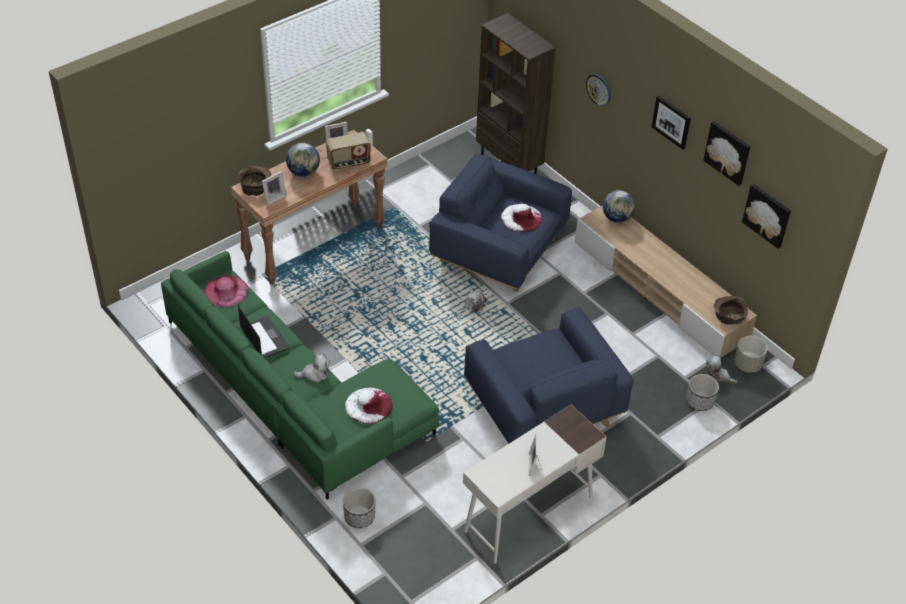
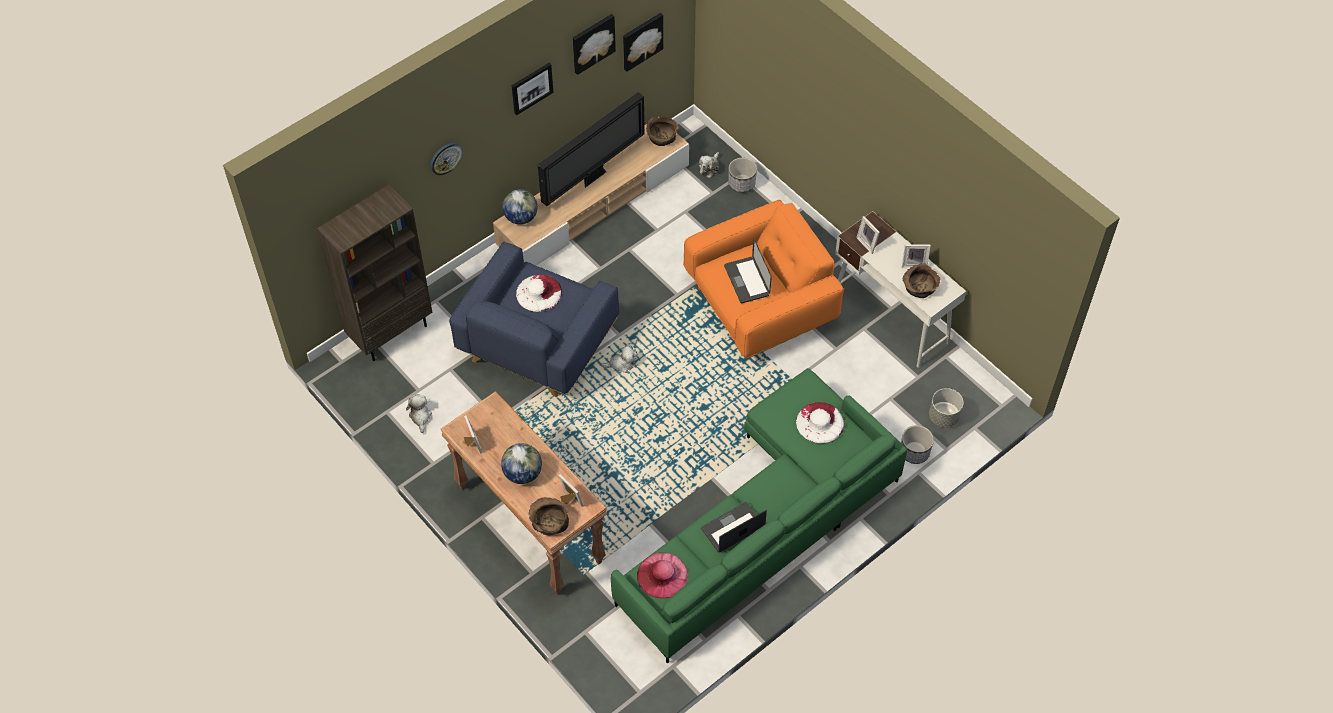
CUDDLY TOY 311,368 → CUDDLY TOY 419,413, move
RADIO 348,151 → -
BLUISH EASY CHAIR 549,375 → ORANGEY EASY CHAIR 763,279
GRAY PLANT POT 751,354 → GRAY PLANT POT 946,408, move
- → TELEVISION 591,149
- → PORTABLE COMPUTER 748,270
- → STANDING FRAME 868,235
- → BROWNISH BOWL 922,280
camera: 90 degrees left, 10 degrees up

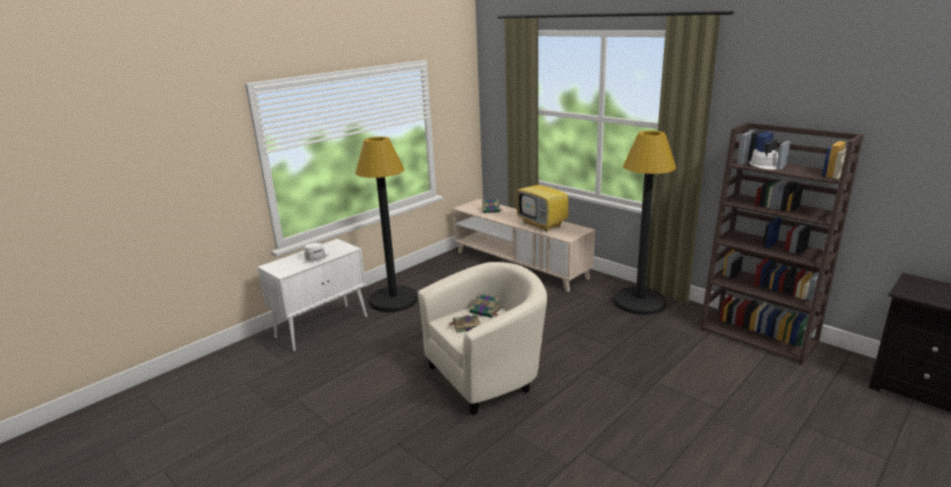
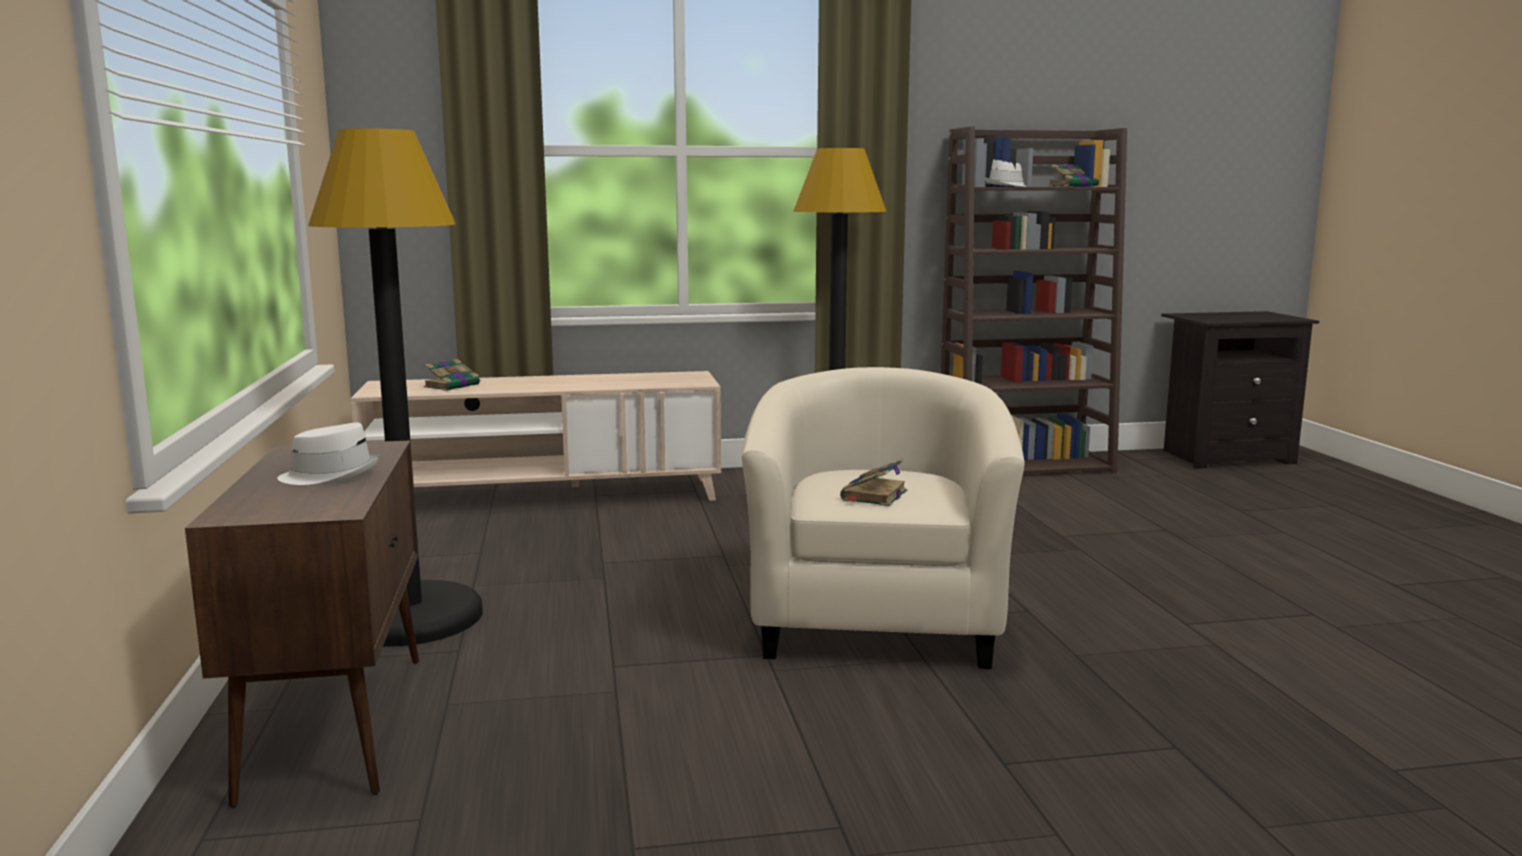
WHITISH CABINET 312,295 → BROWNISH CABINET 302,624
BOUND BOOK 485,305 → BOUND BOOK 1073,176, move
TELEVISION 543,203 → -
camera: 55 degrees left, 10 degrees down

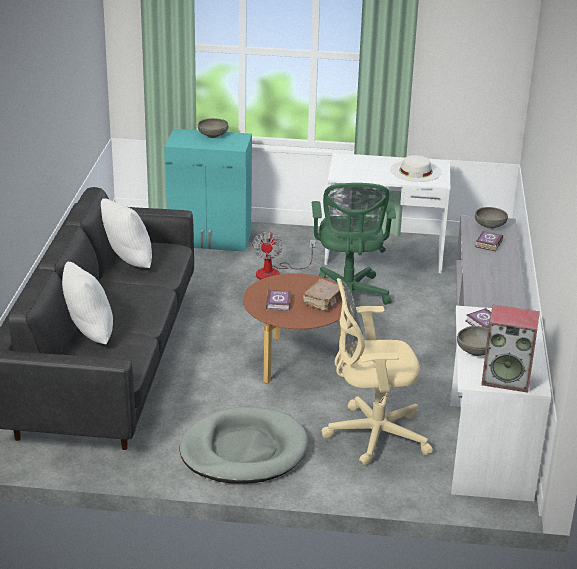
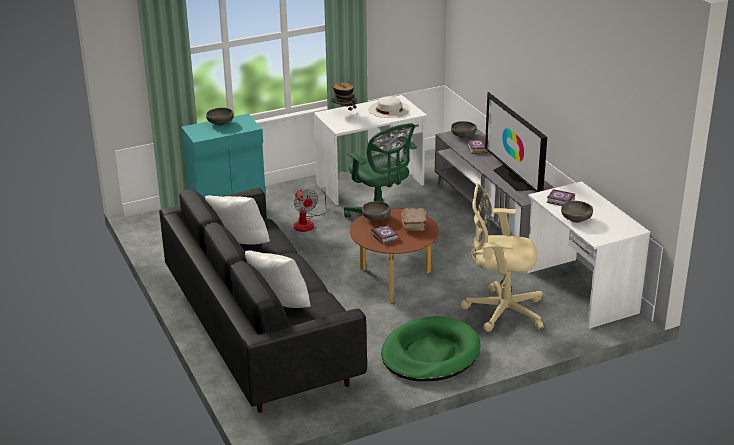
GRAY PET BED 244,445 → GREEN-COLOURED PET BED 431,348
BEIGE-COLOURED DESK CHAIR 377,372 → BEIGE-COLOURED DESK CHAIR 502,258, 45 degrees clockwise
LOUDSPEAKER 510,349 → -
- → CLOTHING HAT 344,95
- → GRAY BOWL 376,211
- → TELEVISION 516,142
camera: 30 degrees left, 0 degrees up

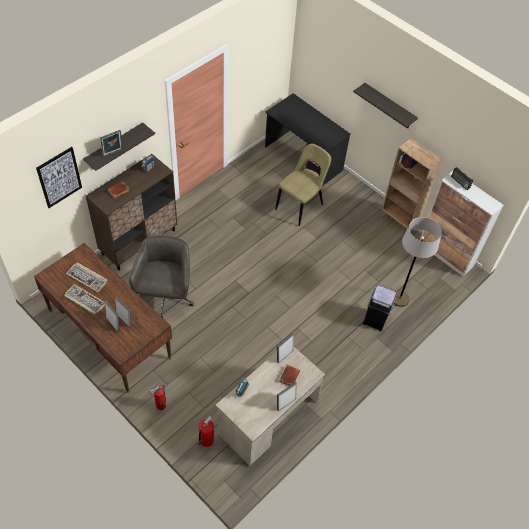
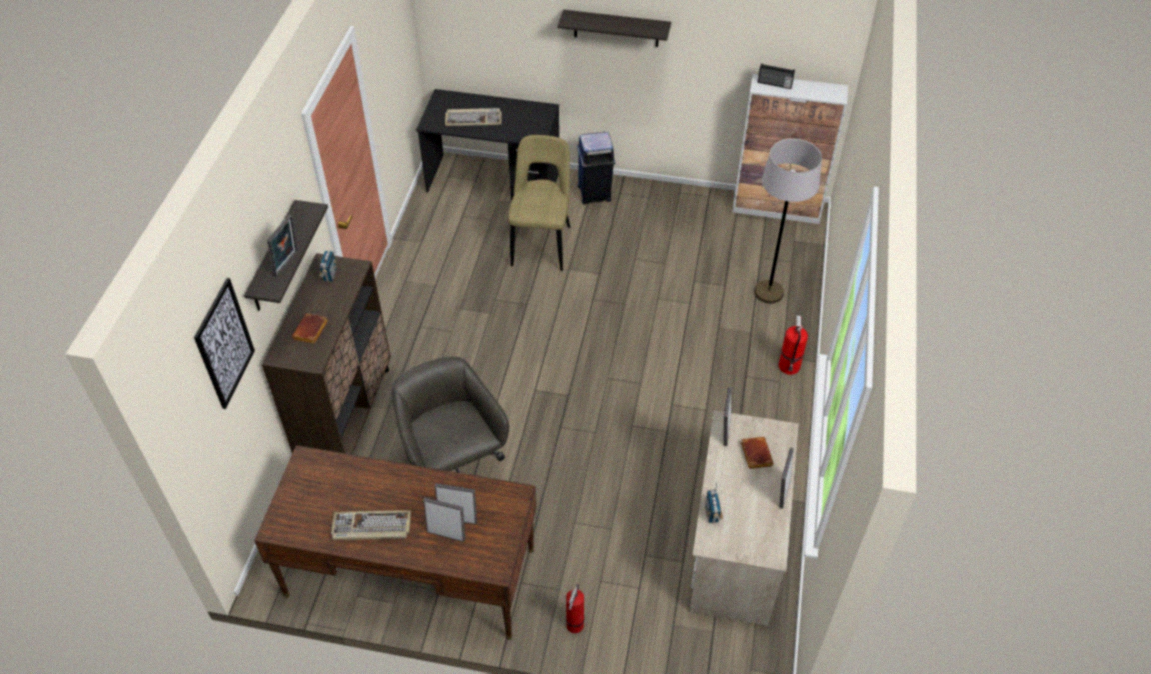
KEYBOARD 86,277 → KEYBOARD 473,117, move
EXTINGUISHER 206,431 → EXTINGUISHER 793,345, move
BLUISH WASTE BIN 379,307 → BLUISH WASTE BIN 596,168, move
BROWNISH BOOKCASE 411,186 → -
camera: 30 degrees left, 5 degrees down

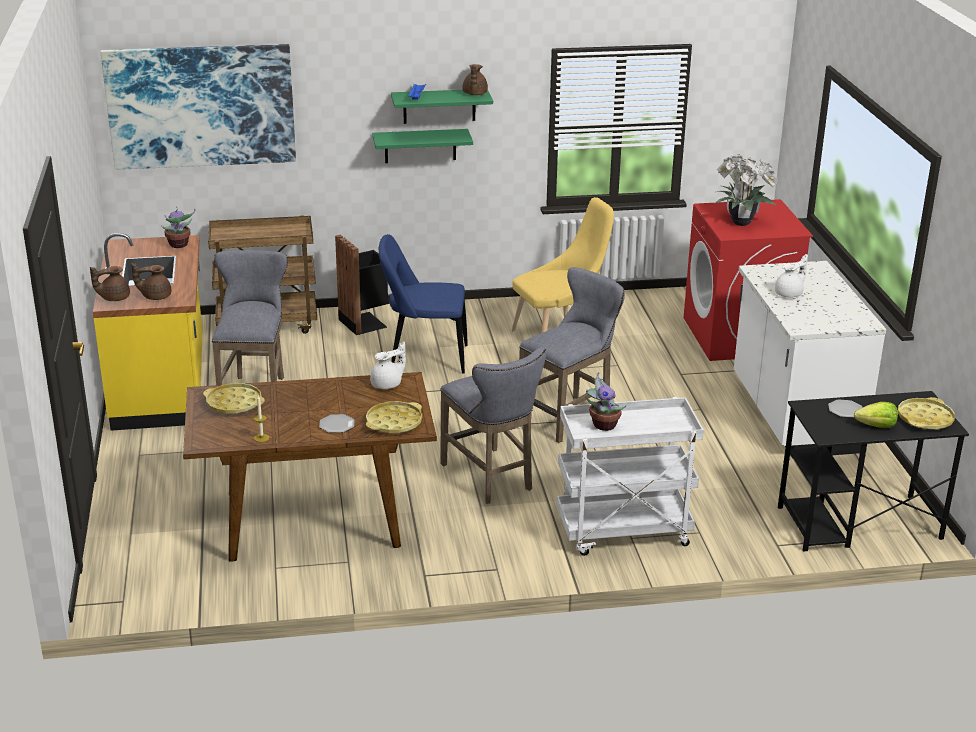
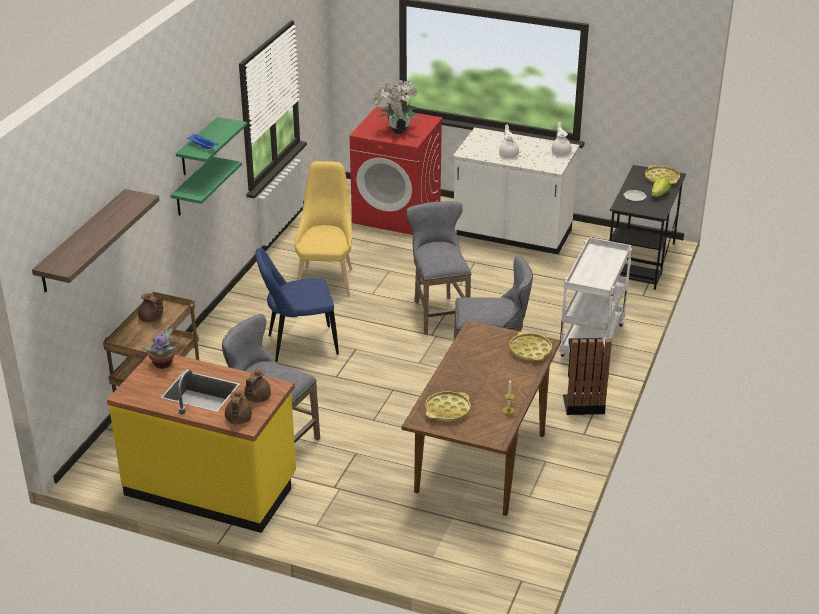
WALL PICTURE 198,107 → SHELF 96,241
FLAT DISH 337,423 → -
BLACKISH WASTE BIN 361,285 → BLACKISH WASTE BIN 587,376, move
WHITISH TEA POT 388,365 → WHITISH TEA POT 561,139, move
BLUISH UPRIGHT CHAIR 423,304 → BLUISH UPRIGHT CHAIR 297,305, 45 degrees clockwise
BROWNISH TEA POT 475,79 → BROWNISH TEA POT 150,307, move
PLANT IN A POT 606,401 → -
camera: 60 degrees left, 5 degrees up

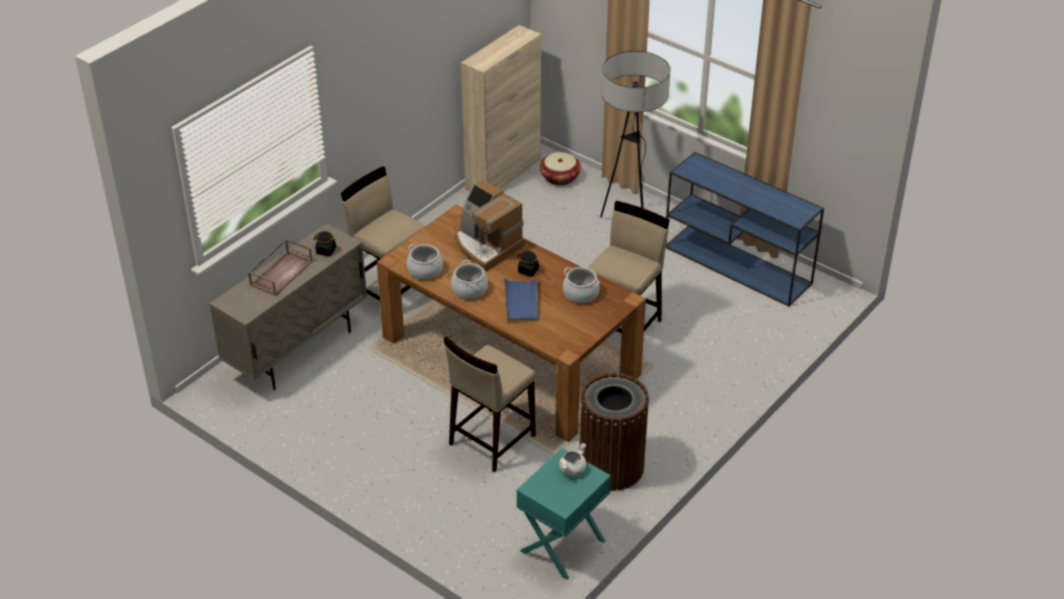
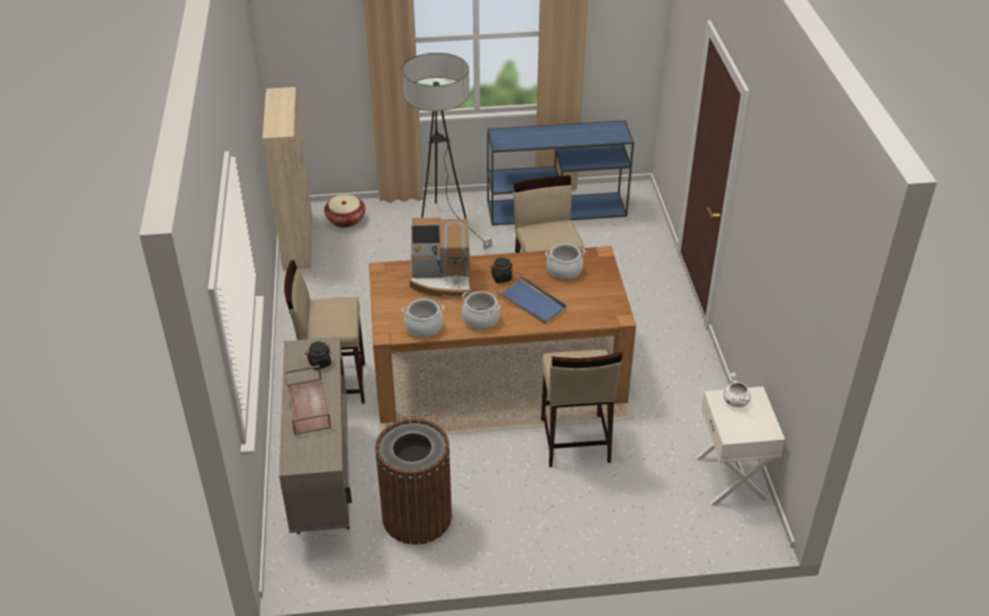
TURQUOISE BEDSIDE TABLE 564,514 → WHITISH BEDSIDE TABLE 740,446
BROWNISH WASTE BIN 614,432 → BROWNISH WASTE BIN 413,481, move
camera: 45 degrees left, 0 degrees up

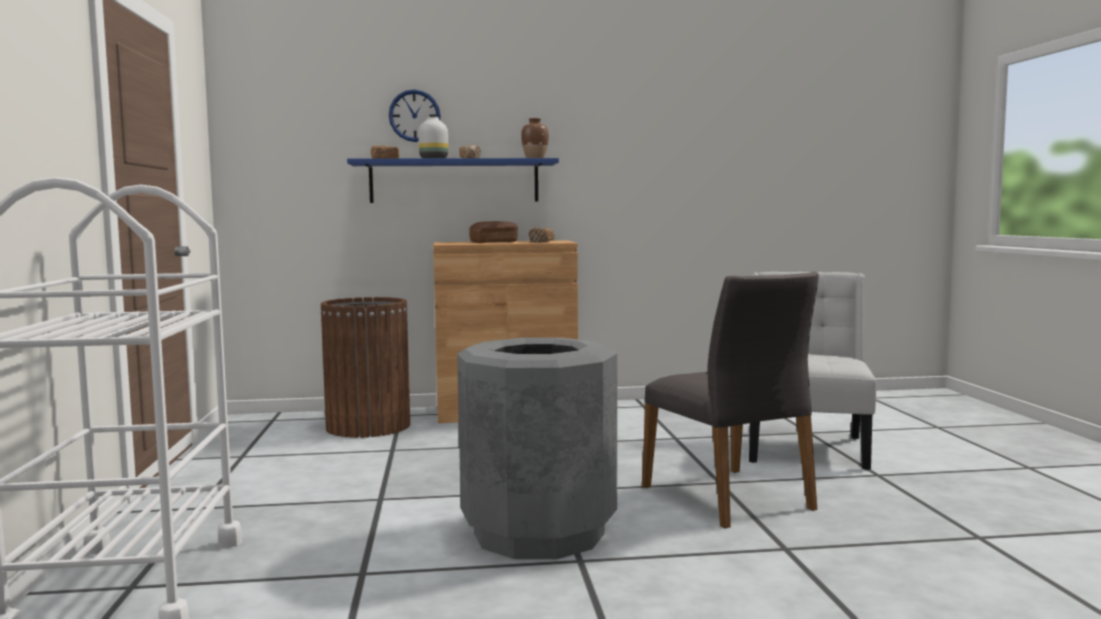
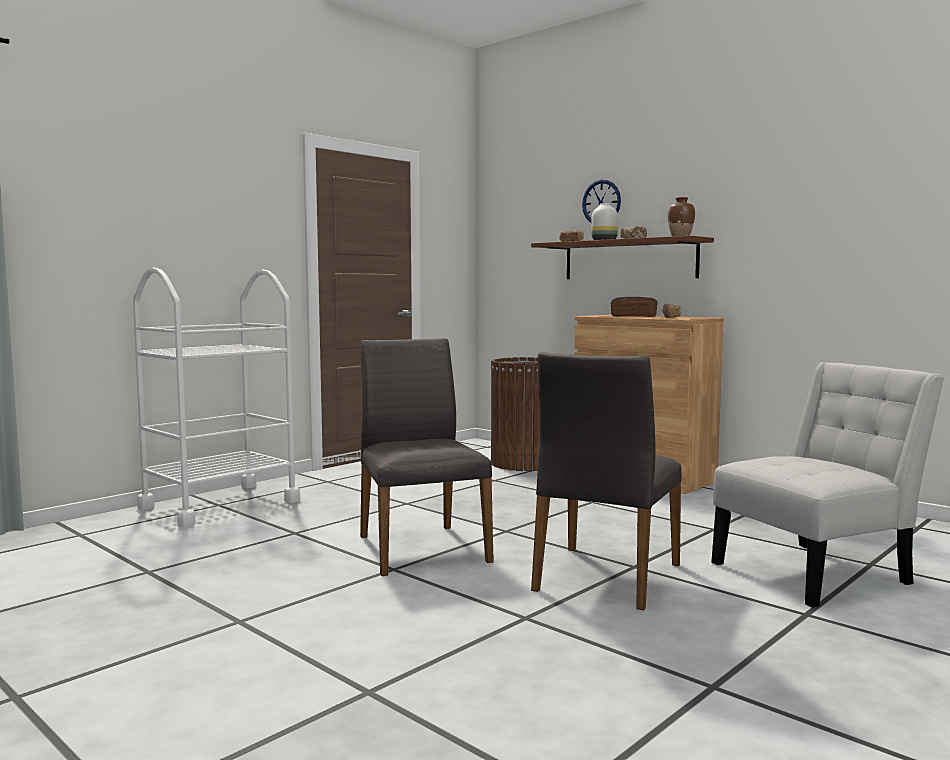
BLUISH SHELF 453,180 → BROWNISH SHELF 622,257
GRAY WASTE BIN 537,448 → GRAY UPRIGHT CHAIR 427,457
camera: 50 degrees right, 0 degrees up

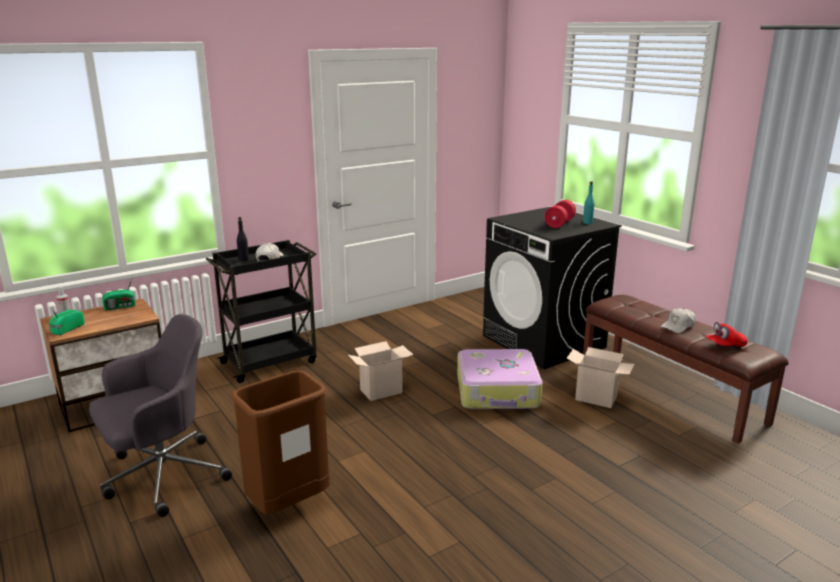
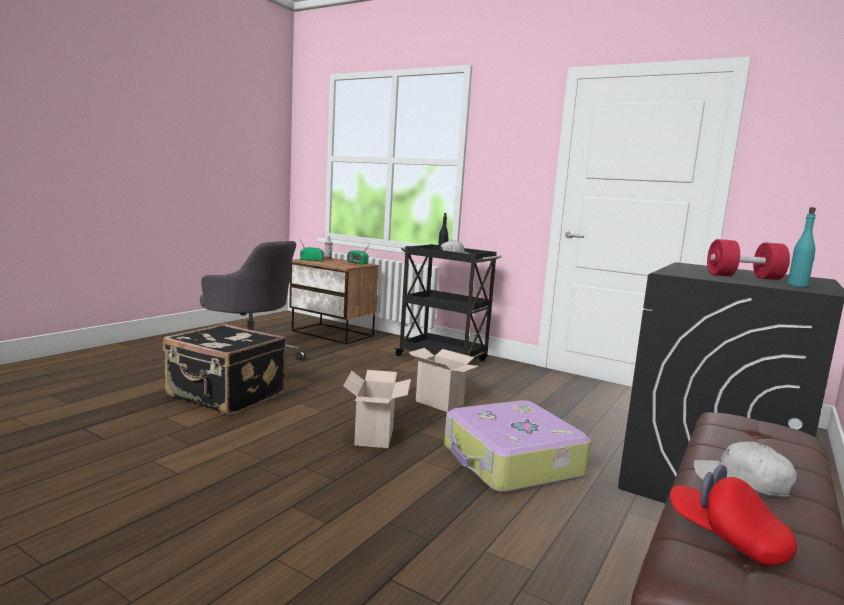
BROWNISH WASTE BIN 280,442 → BLACKISH PIECE OF LUGGAGE 224,369
CARDBOARD BOX 600,377 → CARDBOARD BOX 377,409, move
camera: 65 degrees right, 10 degrees down

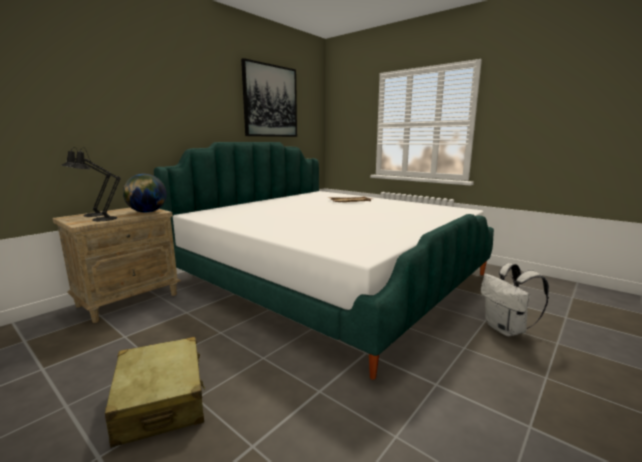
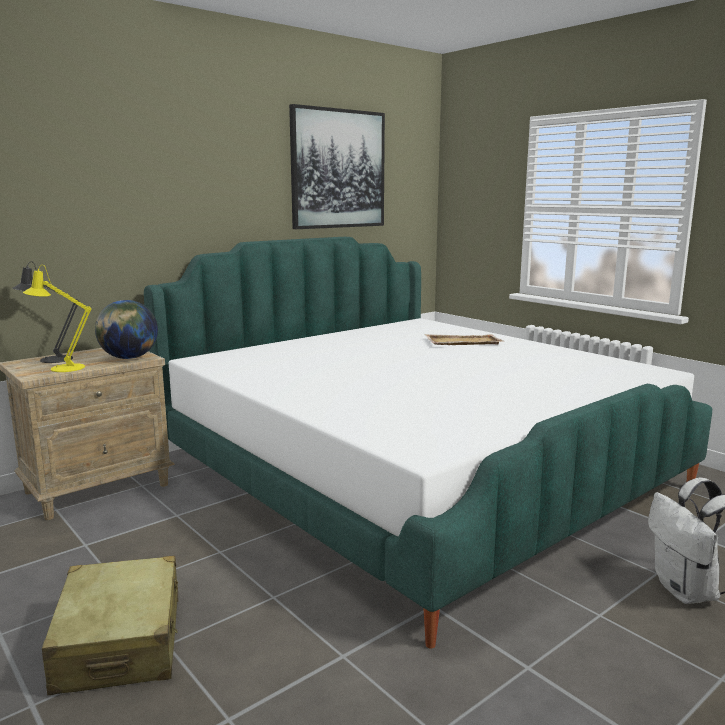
BLACKISH TABLE LAMP 95,184 → YELLOW TABLE LAMP 57,318
camera: 10 degrees right, 0 degrees up

